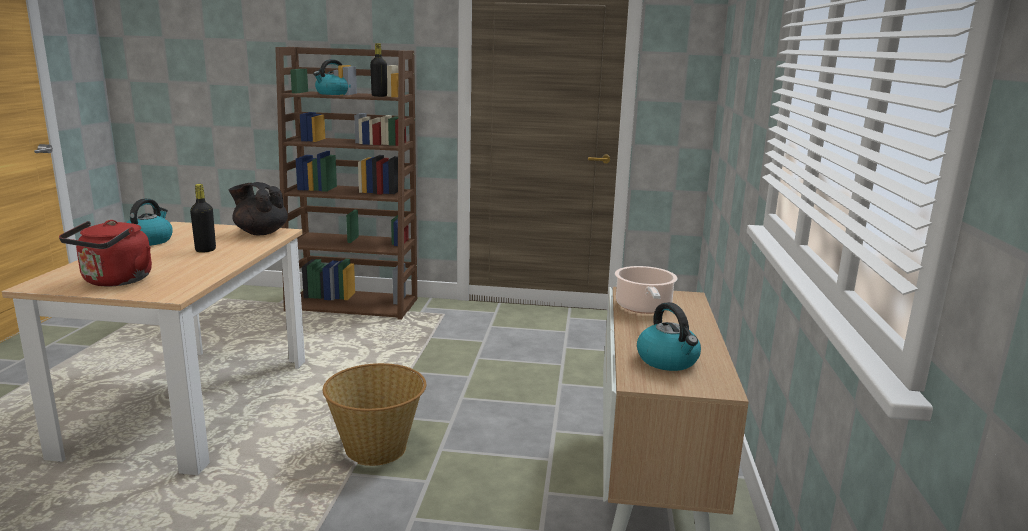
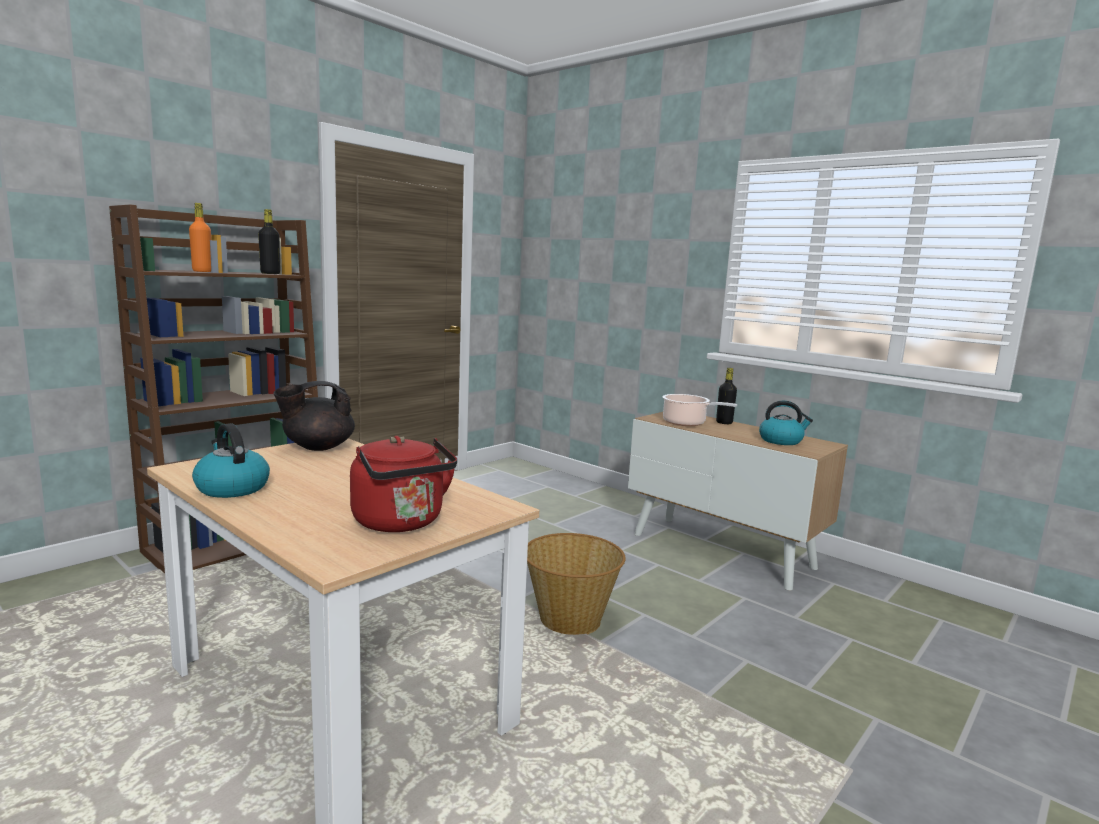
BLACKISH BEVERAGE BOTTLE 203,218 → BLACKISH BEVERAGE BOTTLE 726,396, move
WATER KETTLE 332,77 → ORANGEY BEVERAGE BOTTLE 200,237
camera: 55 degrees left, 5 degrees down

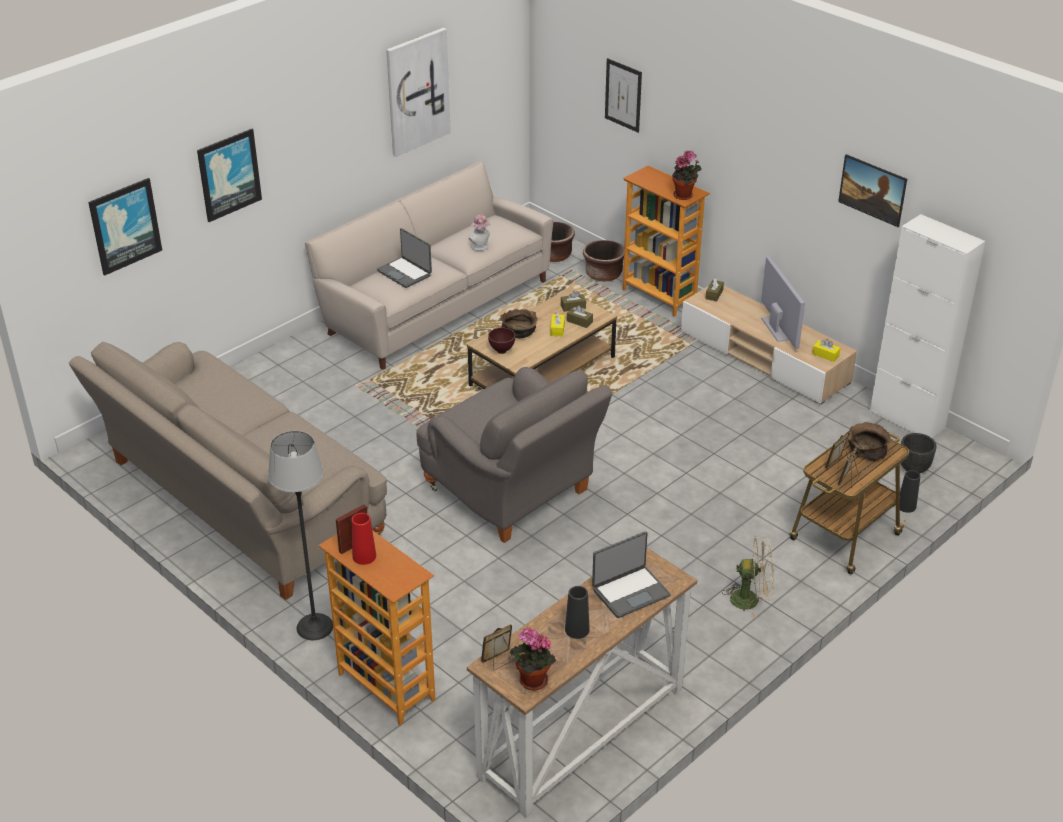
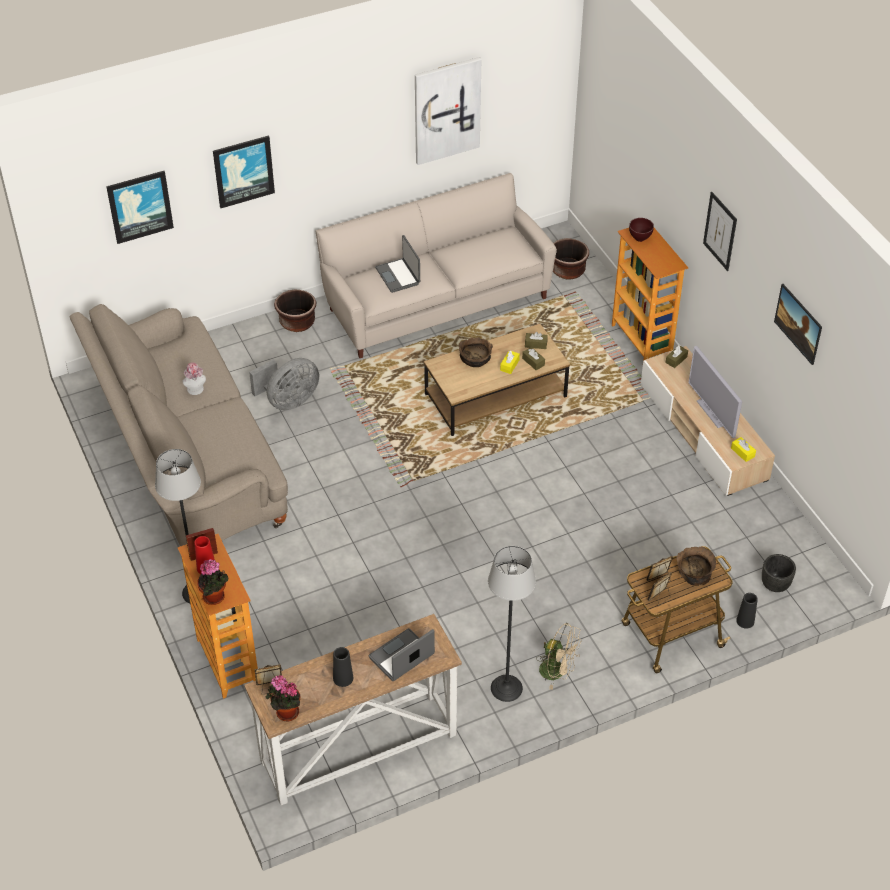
GRAY EASY CHAIR 514,455 → -
CLOTHING HAT 479,232 → CLOTHING HAT 194,378, move
BROWNISH BOWL 501,340 → BROWNISH BOWL 641,230, move
BROWNISH PLANT POT 603,261 → BROWNISH PLANT POT 295,310, move
PORTABLE COMPUTER 631,574 → PORTABLE COMPUTER 402,654, 150 degrees clockwise
WALL PICTURE 623,95 → WALL PICTURE 720,231, move
PLANT IN A POT 686,175 → PLANT IN A POT 213,582, move
TELEVISION 783,302 → TELEVISION 715,392, 150 degrees clockwise
WHITISH CABINET 927,326 → -
- → GRAY COOLING FAN 284,384
- → STANDING LAMP 512,624
camera: 20 degrees right, 10 degrees up

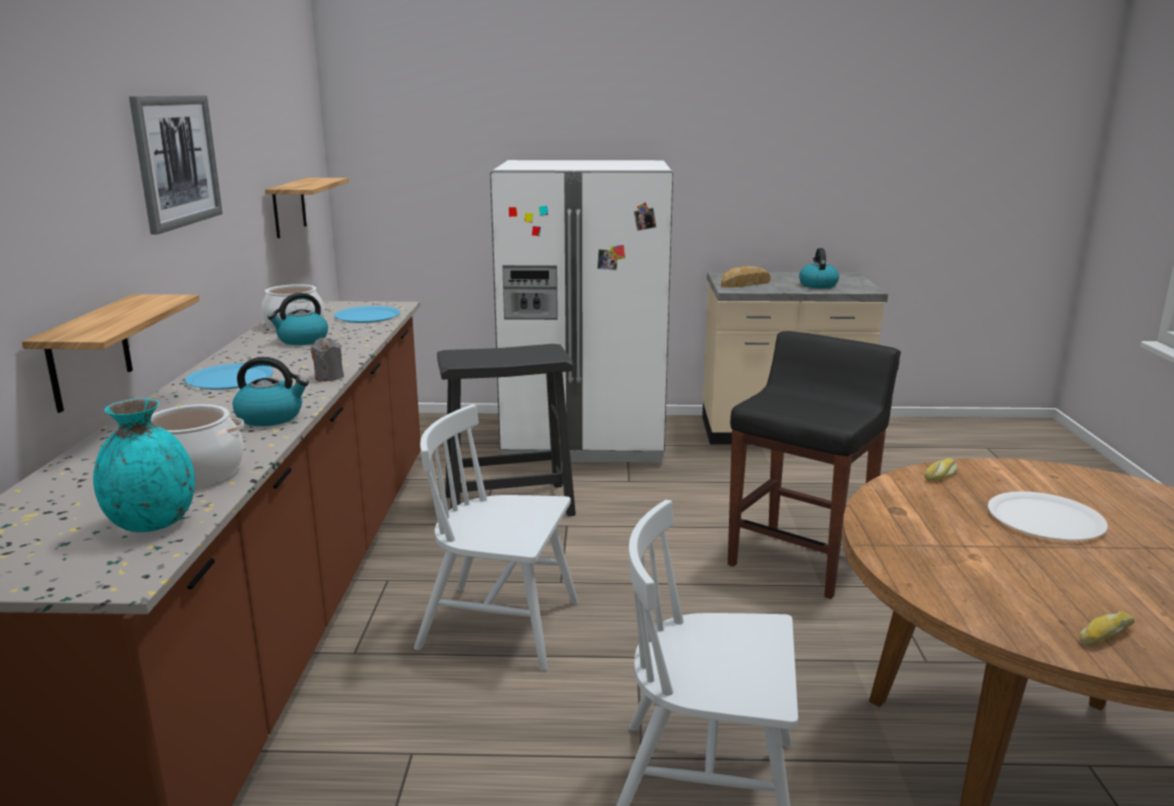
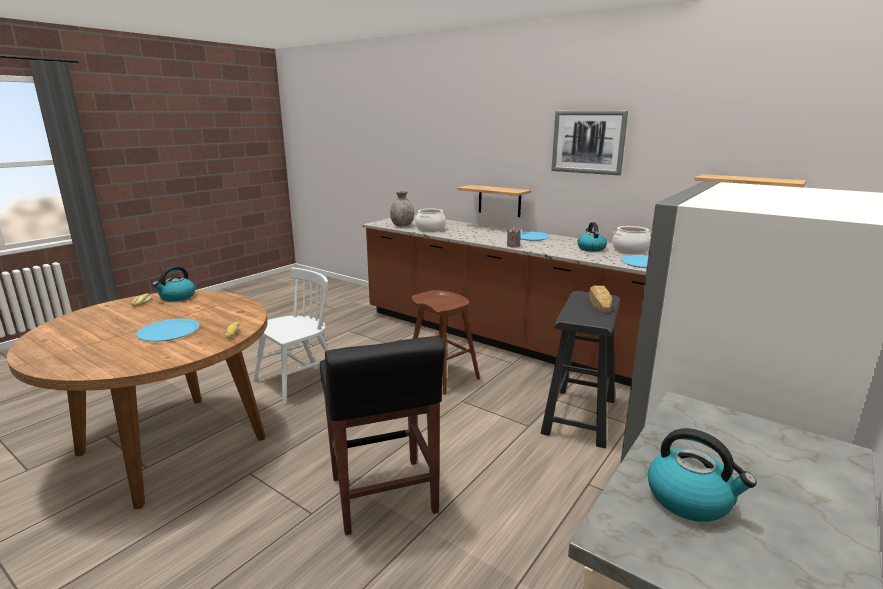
TURQUOISE FLOWER VASE 144,465 → GRAY FLOWER VASE 402,209
WATER KETTLE 271,391 → WATER KETTLE 174,284, move
WHITISH UPRIGHT CHAIR 496,537 → BROWNISH STOOL 446,342
BREAD 746,277 → BREAD 600,299, move
WHITISH FLAT DISH 1048,515 → BLUISH FLAT DISH 168,329
camera: 125 degrees right, 0 degrees up

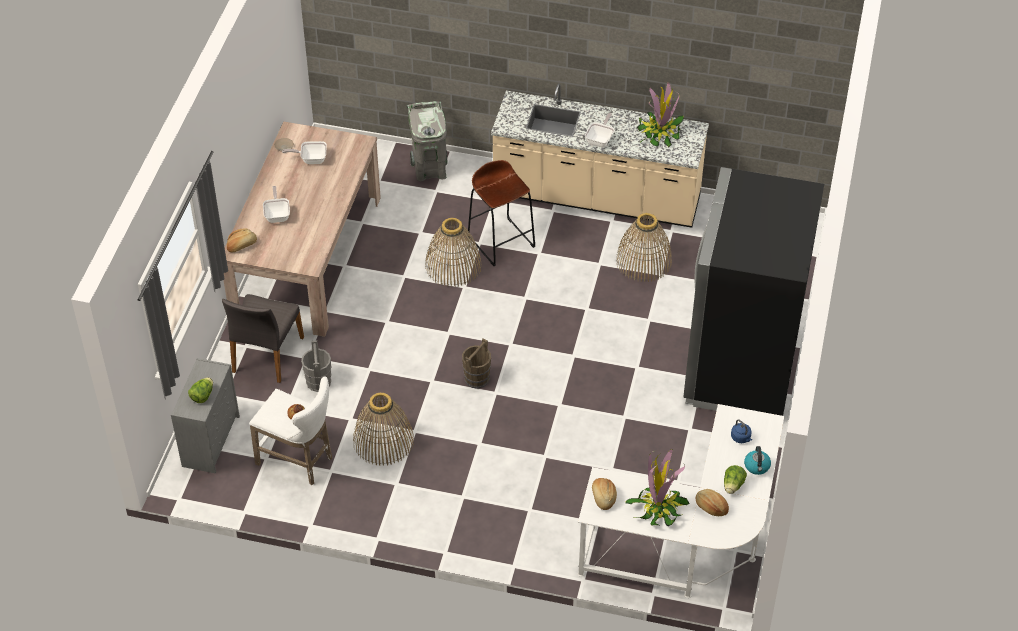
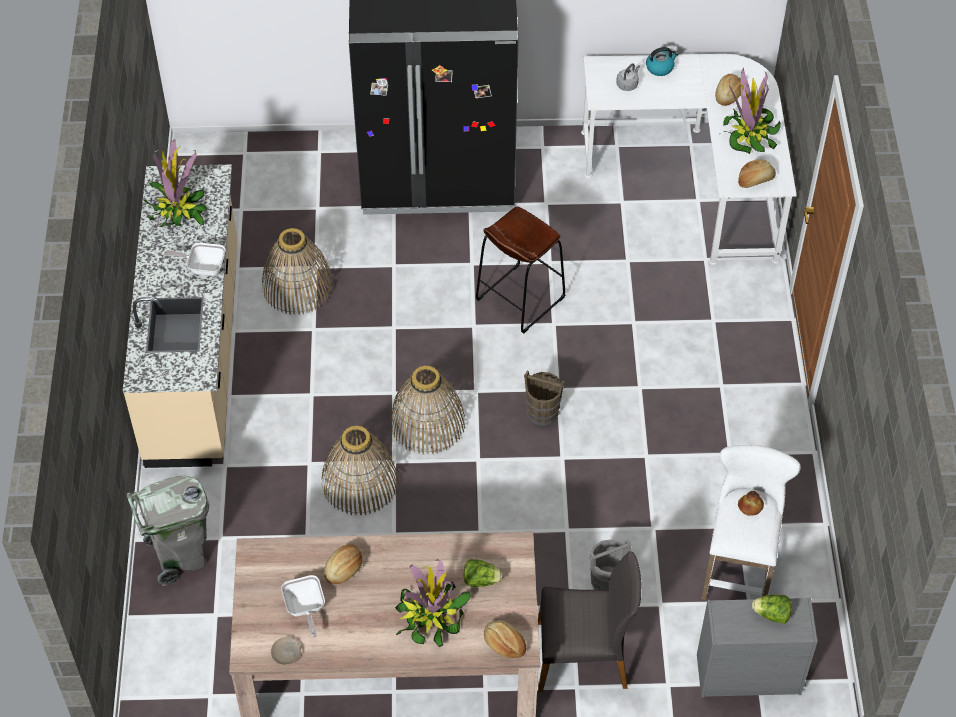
PAN 276,204 → PLANT IN A POT 433,603
BASKET 383,429 → BASKET 427,410, move
BROWNISH STOOL 501,213 → BROWNISH STOOL 520,270, move
HEAD OF LETTUCE 735,479 → HEAD OF LETTUCE 483,573, move
BLUISH WATER KETTLE 741,431 → GRAY WATER KETTLE 628,77
- → BREAD 343,564
camera: 105 degrees left, 5 degrees up

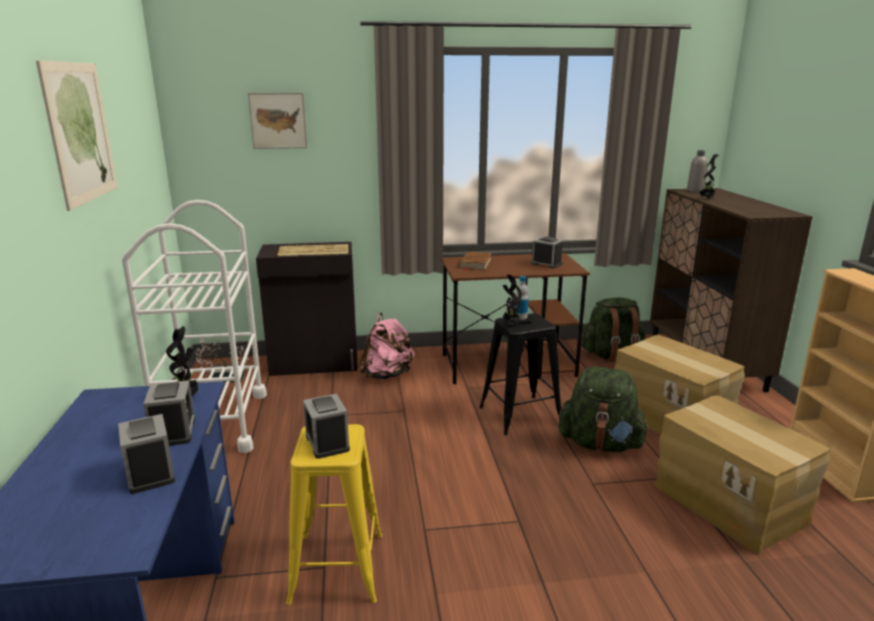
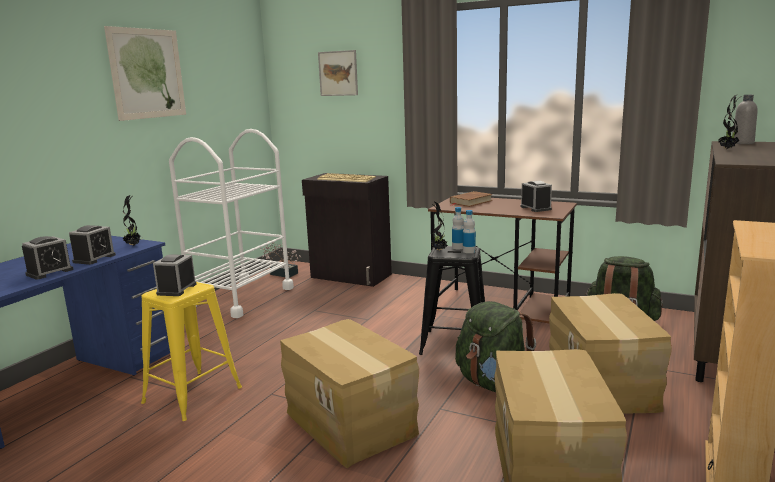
TABLE CLOCK 146,454 → TABLE CLOCK 47,258, 150 degrees counterclockwise
PINKISH BACKPACK 387,346 → -
- → CARDBOARD BOX 349,393
- → BEVERAGE BOTTLE 469,231
camera: 35 degrees right, 5 degrees down

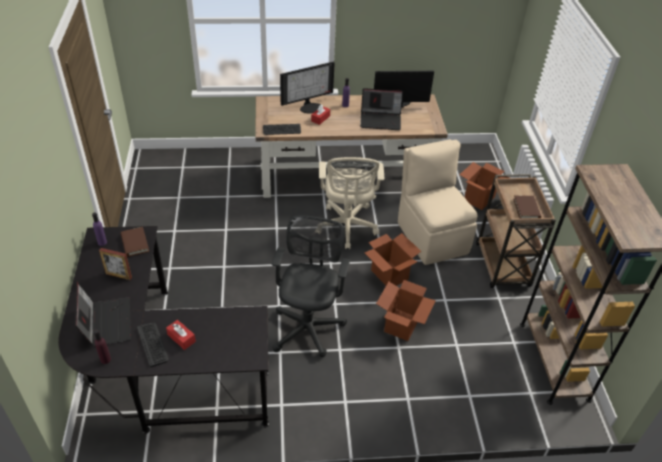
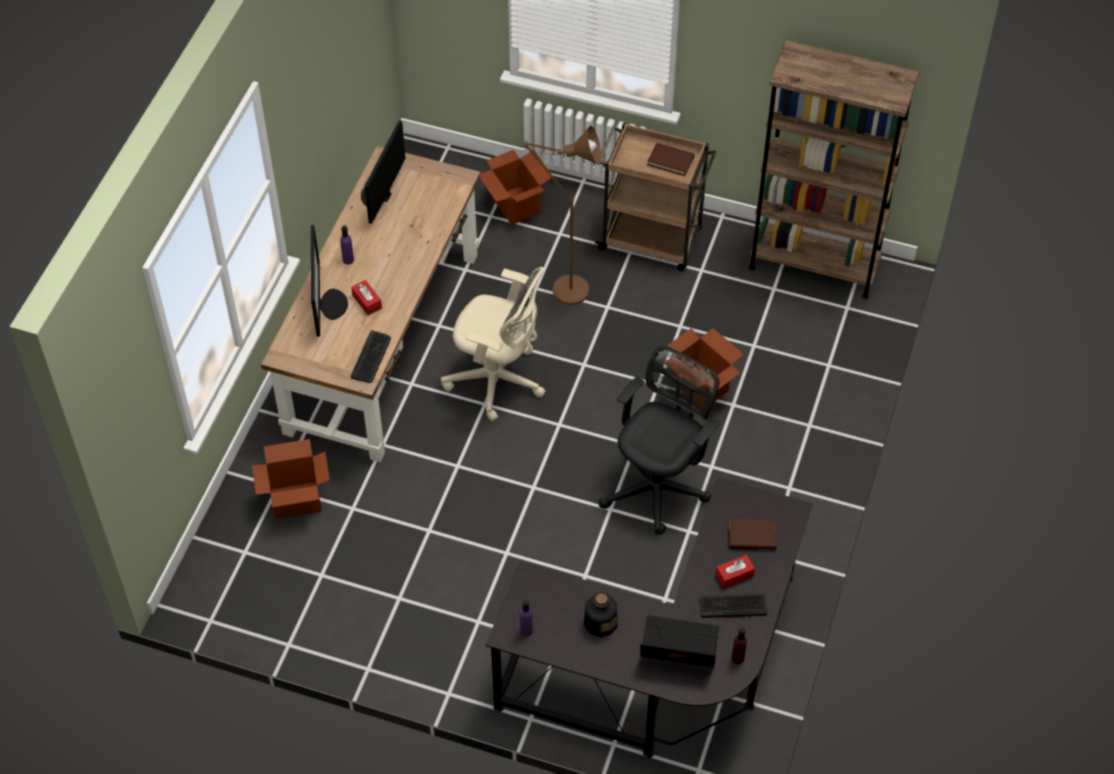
STANDING FRAME 115,264 → BEVERAGE BOTTLE 601,614
BROWNISH BOUND BOOK 135,242 → BROWNISH BOUND BOOK 753,534, move
BLACKISH DESK CHAIR 311,286 → BLACKISH DESK CHAIR 660,440, 90 degrees clockwise
PORTABLE COMPUTER 381,109 → -
CARDBOARD BOX 392,259 → CARDBOARD BOX 291,479, move
BEIGE-COLOURED UPRIGHT CHAIR 438,202 → BROWNISH STANDING LAMP 560,215
camera: 65 degrees left, 10 degrees up

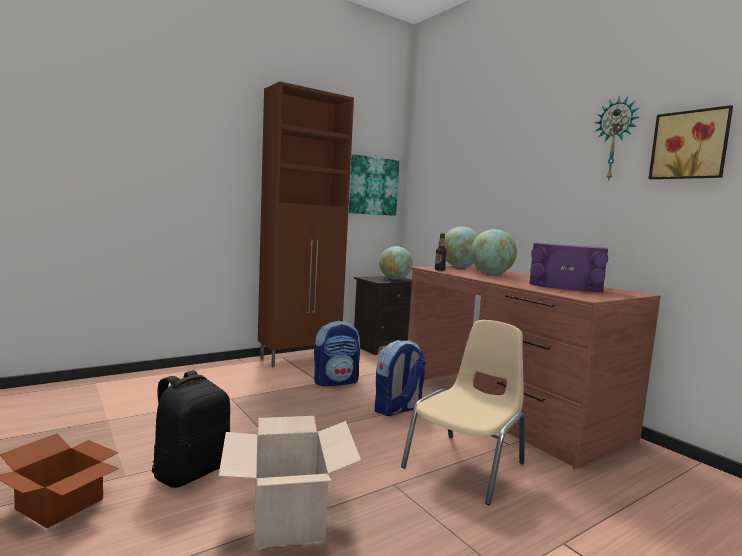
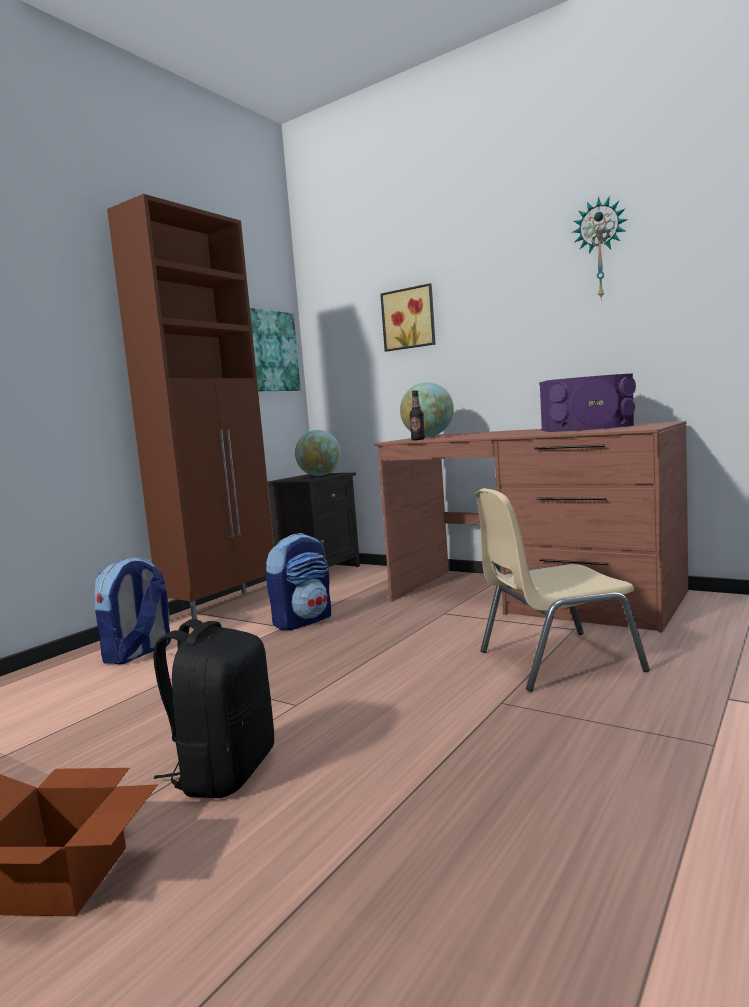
CARDBOARD BOX 290,482 → -
BACKPACK 400,378 → BACKPACK 133,610, move
BEIGE-COLOURED UPRIGHT CHAIR 463,412 → BEIGE-COLOURED UPRIGHT CHAIR 562,590, 120 degrees counterclockwise
WORLD GLOBE 493,251 → -
WALL PICTURE 691,142 → WALL PICTURE 407,317, move
camera: 20 degrees left, 0 degrees up

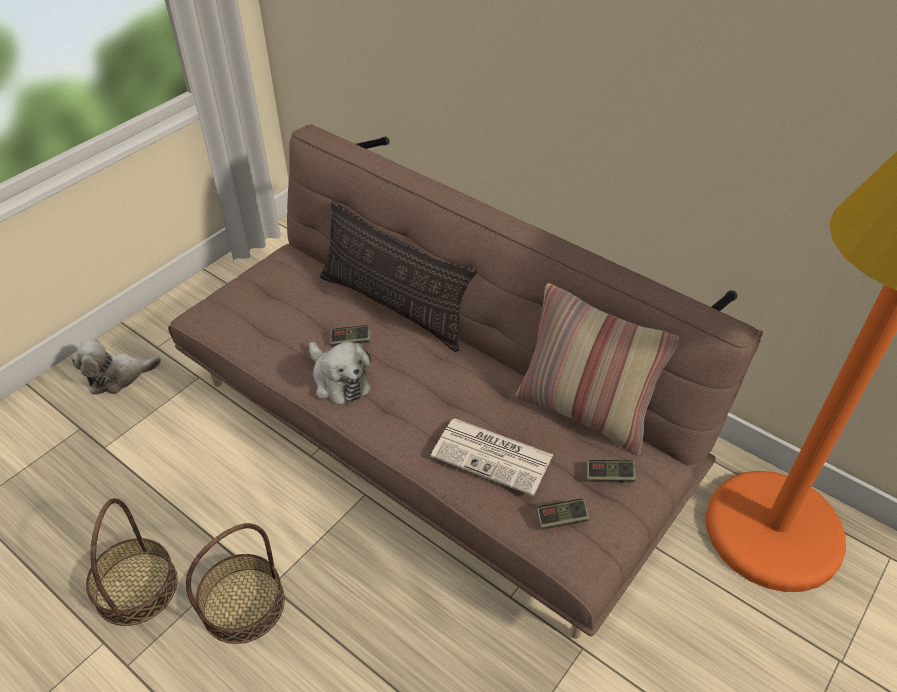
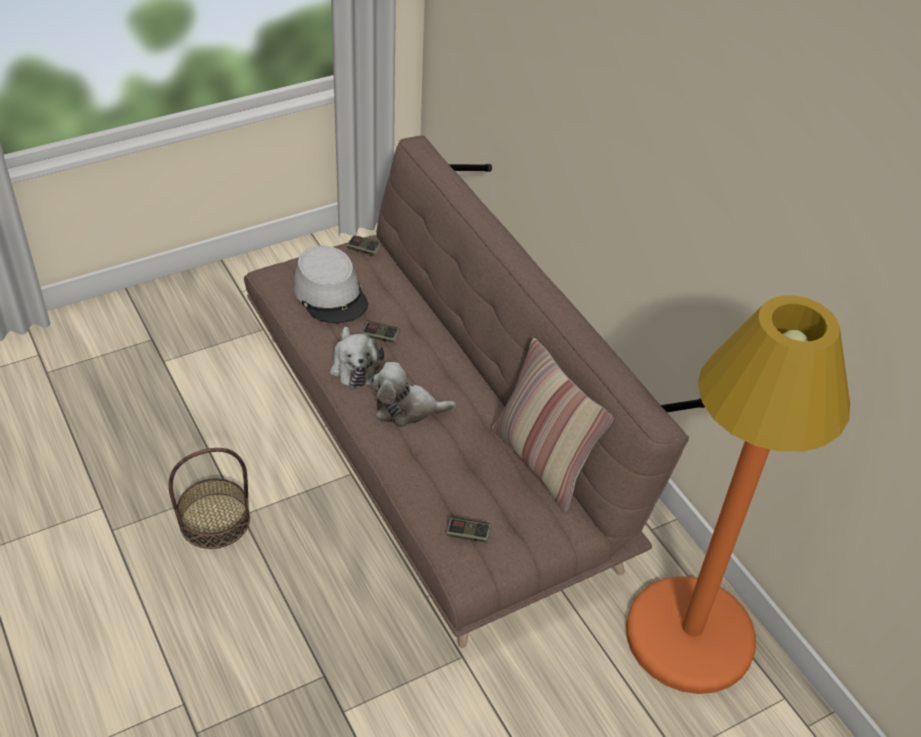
CUDDLY TOY 116,367 → CUDDLY TOY 413,394, move
BASKET 132,562 → -
PILLOW 398,276 → -
NEWSPAPER 492,457 → -
GAMEPAD 611,471 → GAMEPAD 364,245, move
- → GRAY CLOTHING HAT 331,284
camera: 20 degrees right, 0 degrees up

